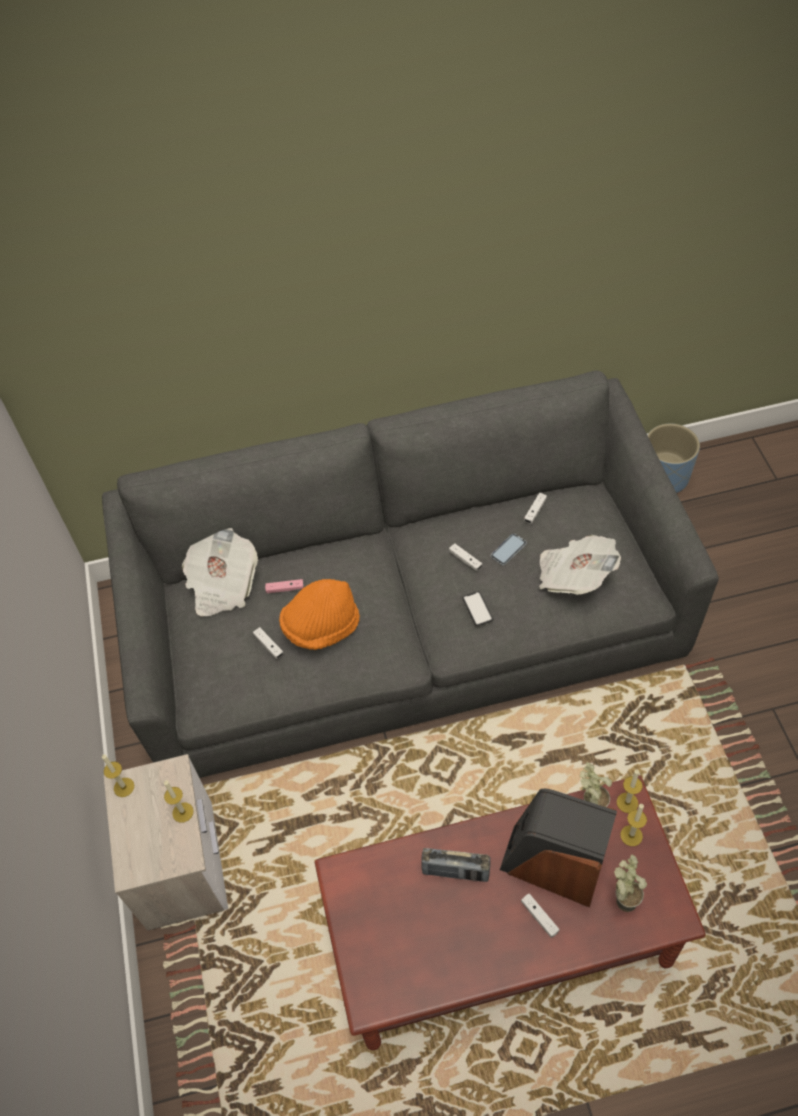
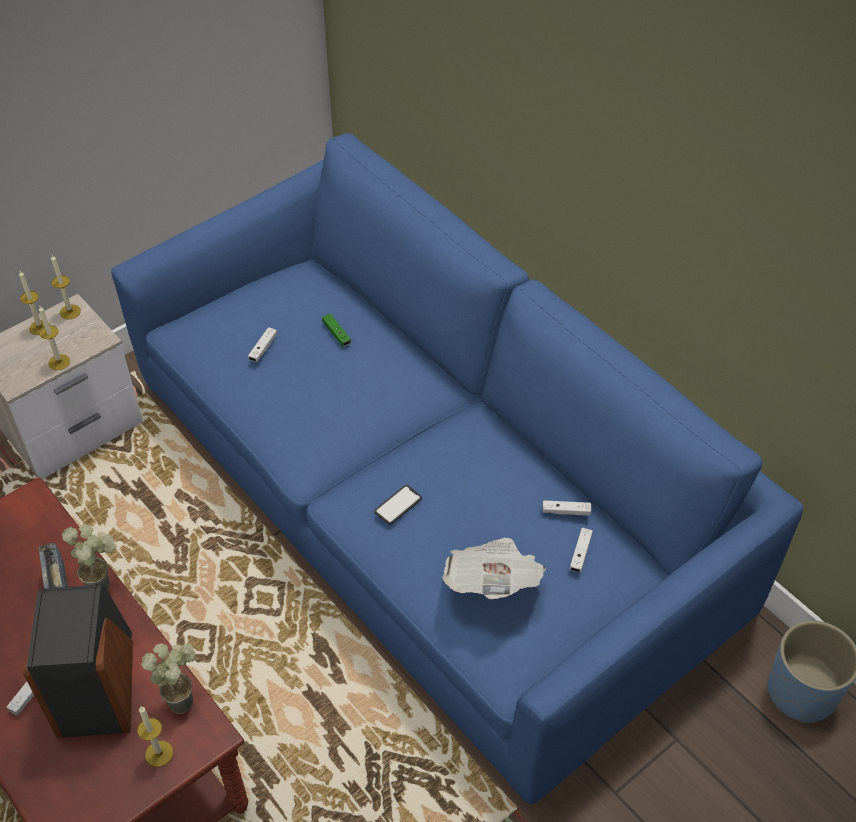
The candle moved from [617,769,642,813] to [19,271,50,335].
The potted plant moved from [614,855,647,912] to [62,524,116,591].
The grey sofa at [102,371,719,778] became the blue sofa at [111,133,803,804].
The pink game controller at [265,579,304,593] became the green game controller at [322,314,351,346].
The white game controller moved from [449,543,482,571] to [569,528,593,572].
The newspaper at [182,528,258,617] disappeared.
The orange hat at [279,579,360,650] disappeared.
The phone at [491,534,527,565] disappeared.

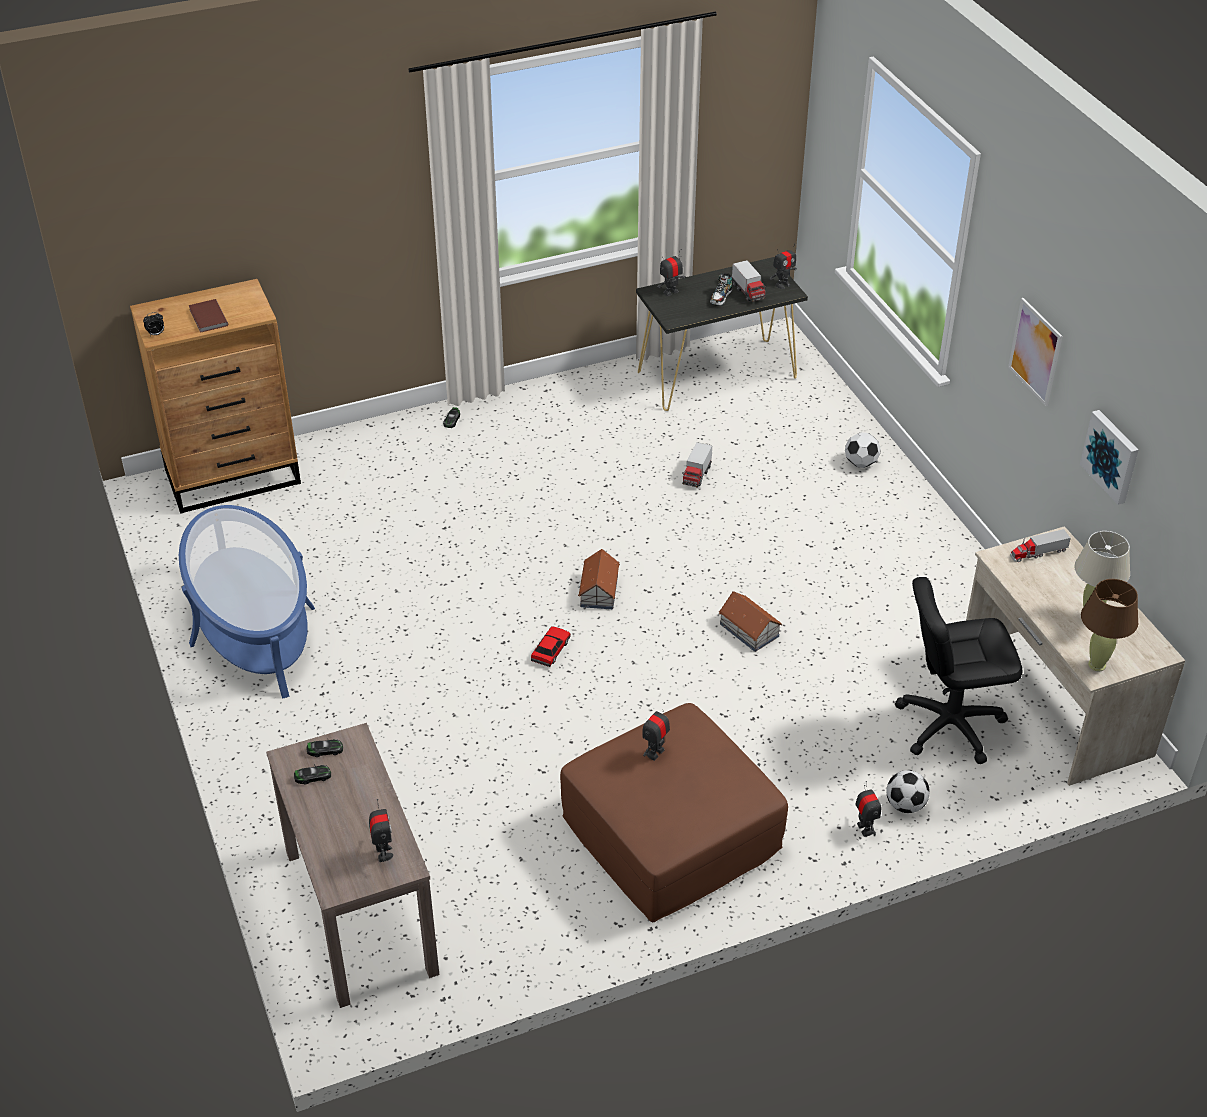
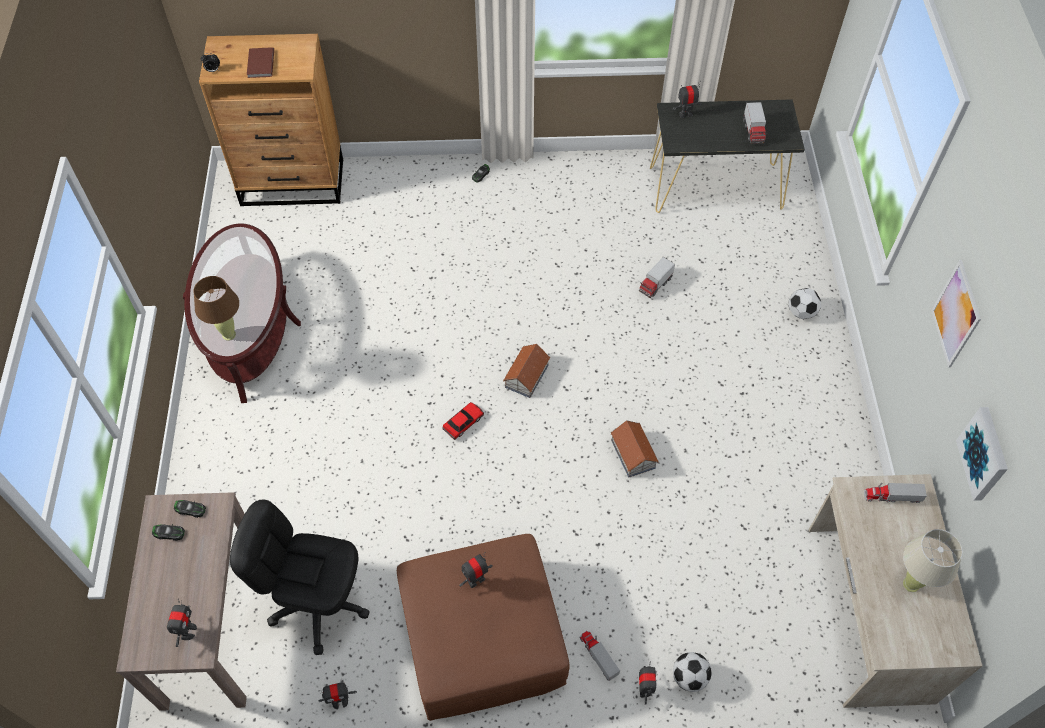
The blue coffee table at [179,505,315,699] became the brown coffee table at [183,224,301,403].
The brown table lamp moved from [1081,579,1138,671] to [194,276,239,341].
The black office chair moved from [895,577,1022,764] to [230,500,370,655].
The toy robot moved from [769,249,797,289] to [318,682,357,709].
The toy truck at [580,631,620,681] appeared.
The shoe at [710,273,732,306] disappeared.

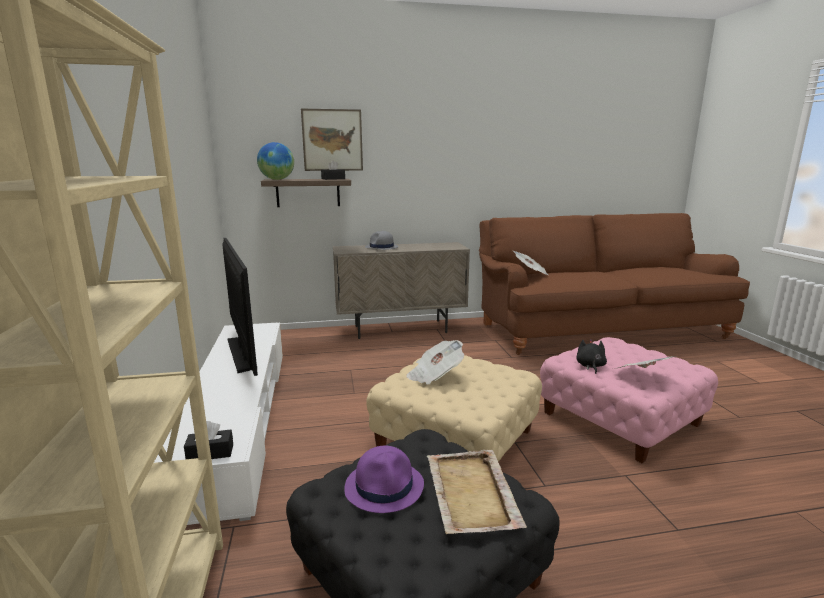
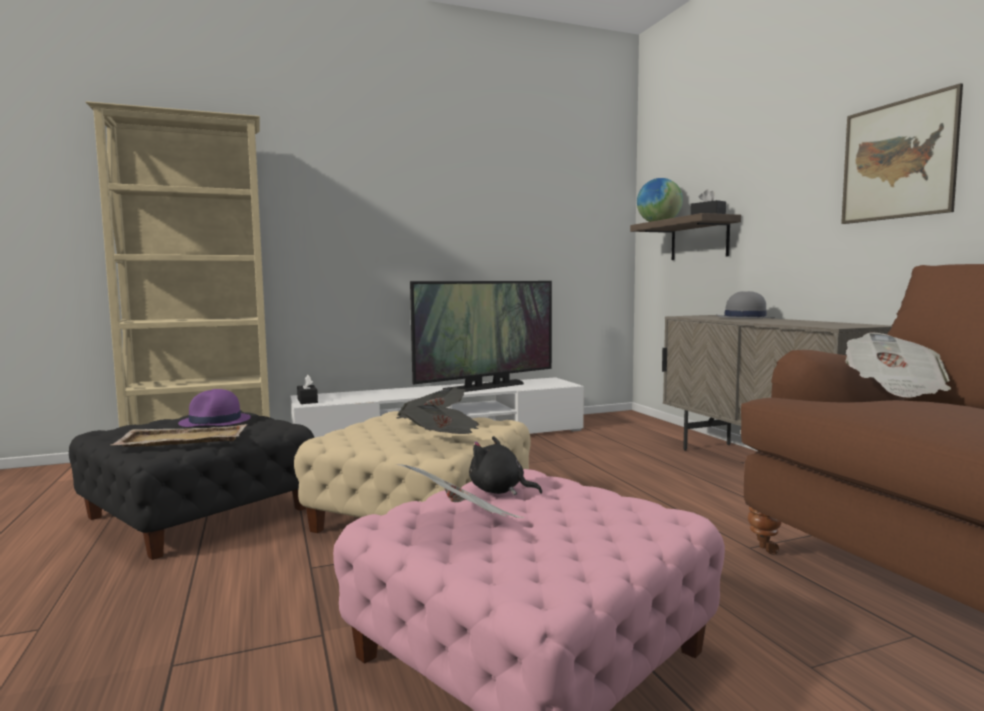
The newspaper at [399,405,479,434] appeared.
The black plush toy at [576,340,607,374] turned 150 degrees counterclockwise.
The picture moved from [301,109,363,171] to [841,83,963,224].

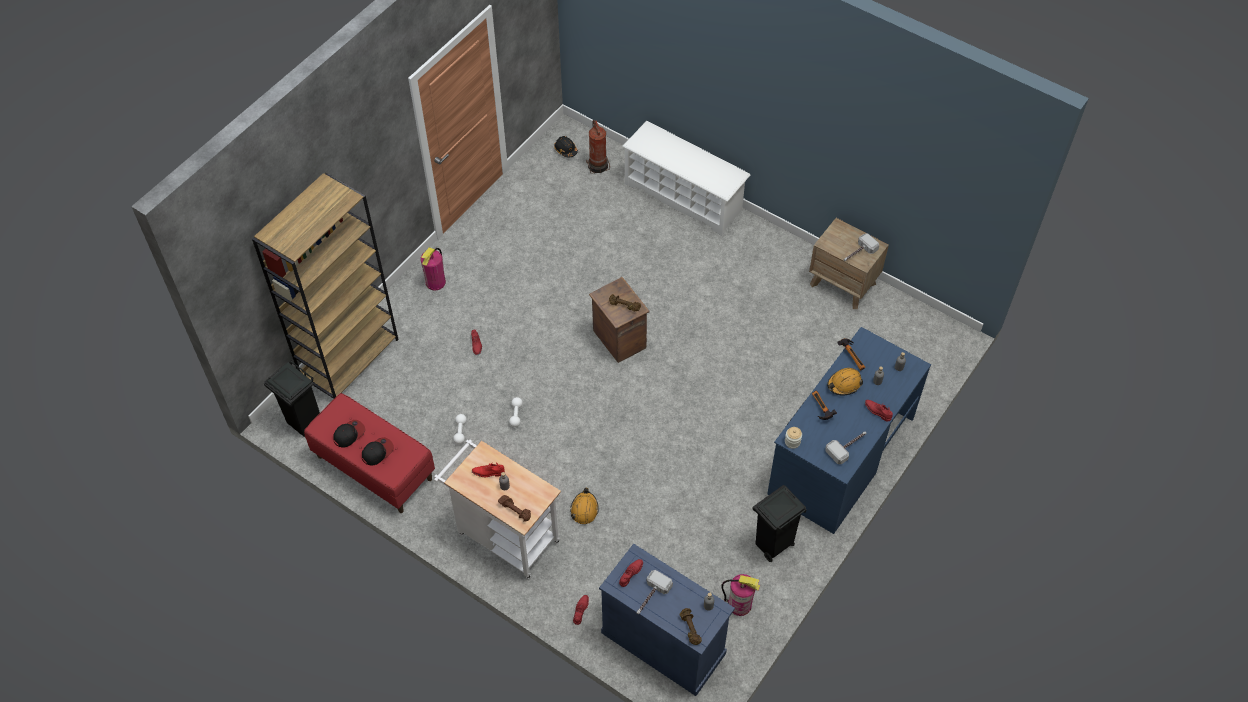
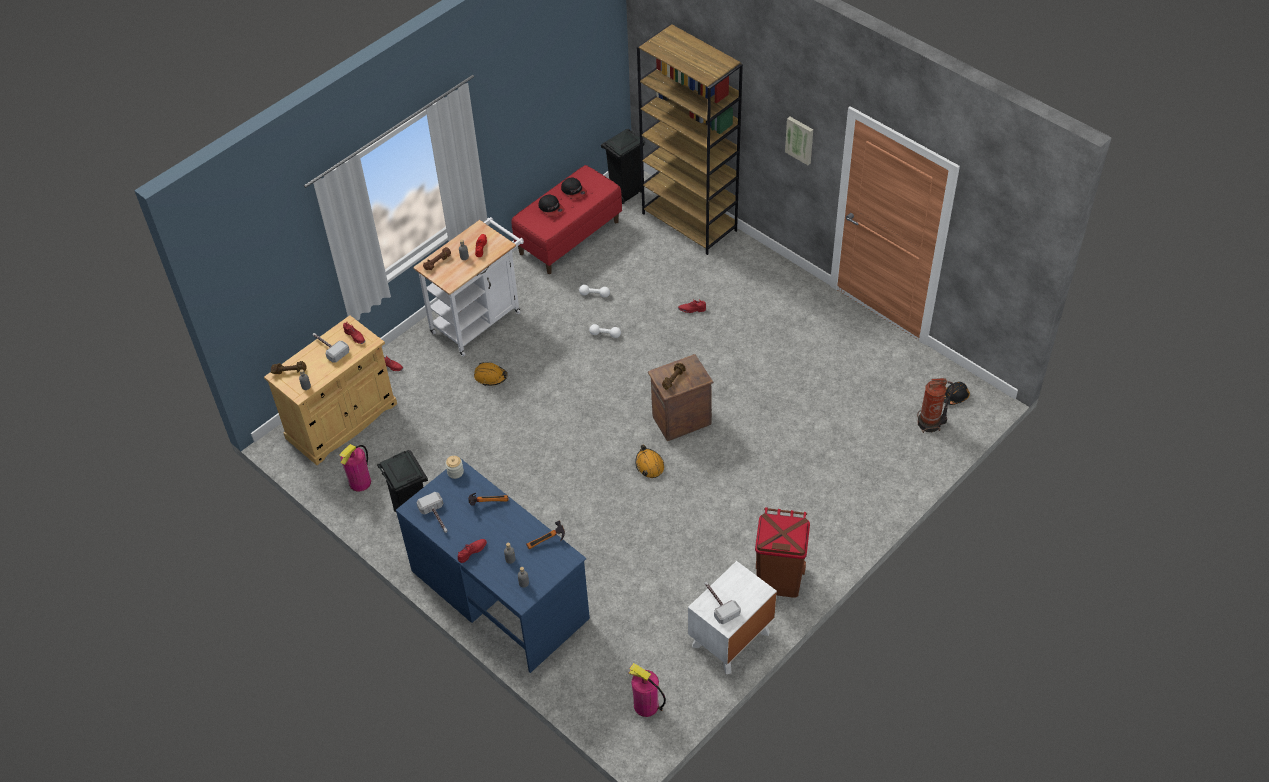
The blue cabinet at [599,544,735,696] became the beige cabinet at [264,315,397,465].
The fire extinguisher moved from [420,247,446,290] to [629,663,666,717].
The orange hard hat moved from [827,368,863,396] to [635,445,664,478].
The brown nightstand at [809,218,889,309] became the white nightstand at [688,561,777,674].
The brown trash can at [755,507,810,598] appeared.
The picture at [785,117,813,165] appeared.
The white shoe rack at [623,121,750,236] disappeared.

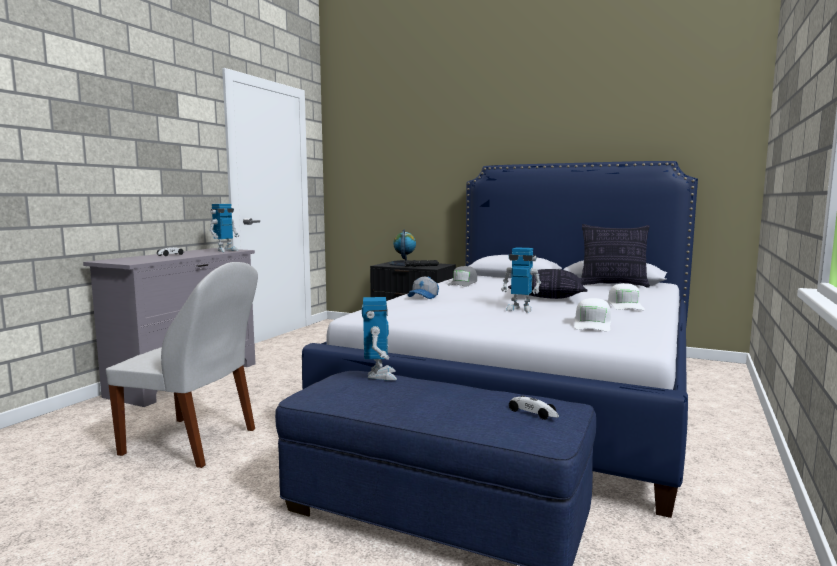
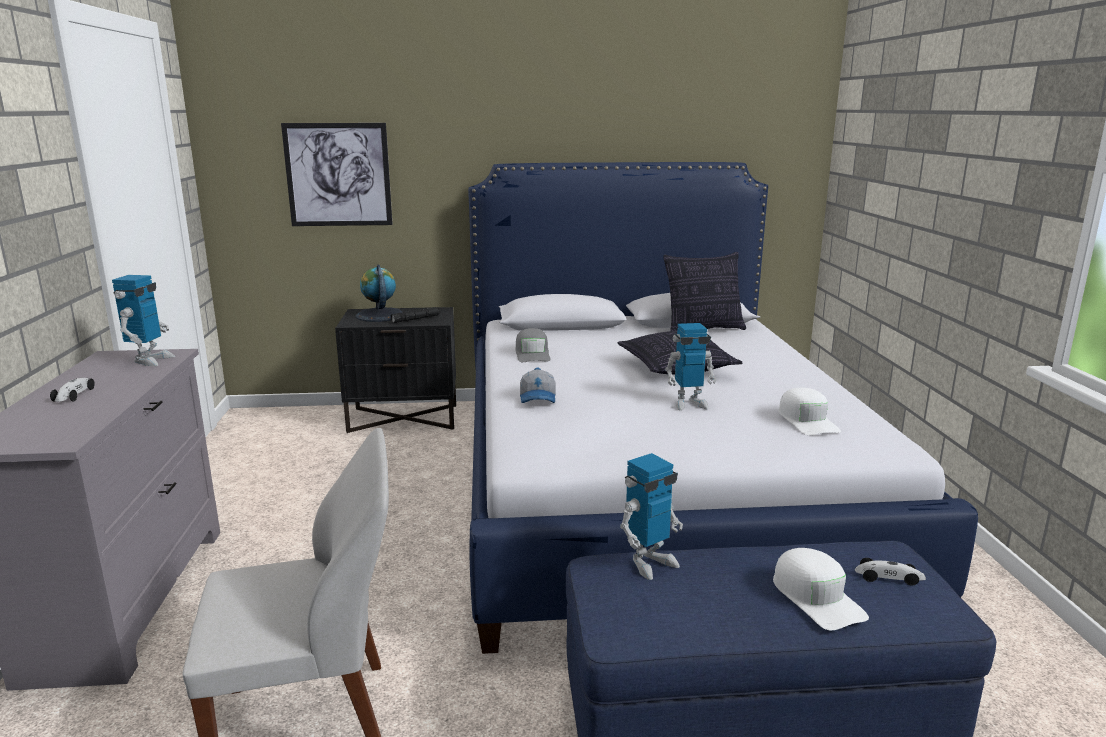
The picture at [281,123,393,226] appeared.
The toy robot at [362,297,397,380] turned 90 degrees clockwise.
The white cap moved from [608,283,645,310] to [773,548,869,630].

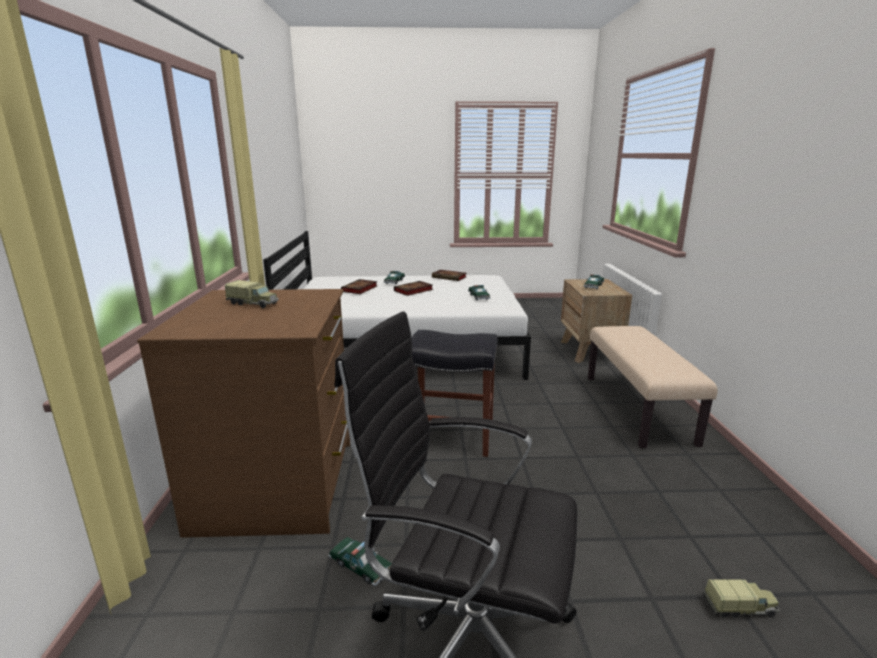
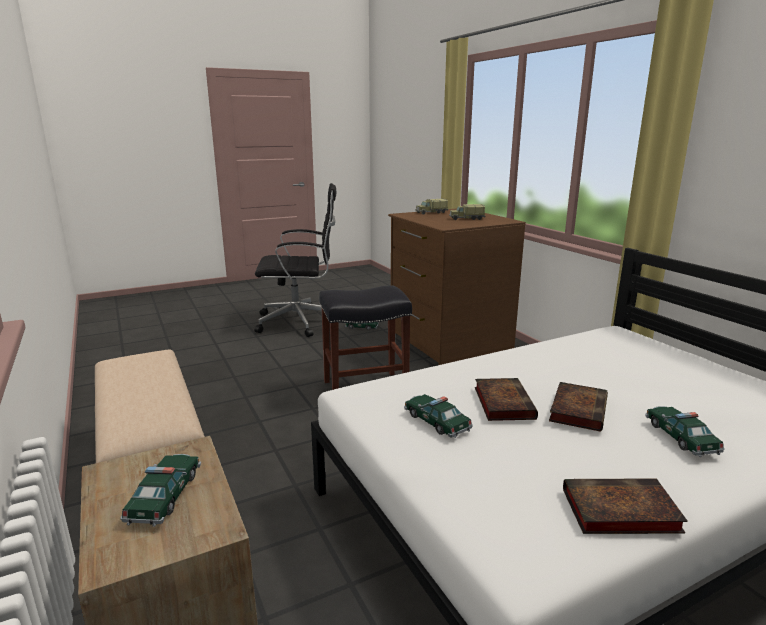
The toy truck moved from [703,579,780,618] to [415,199,448,215].
The book moved from [341,279,377,294] to [475,378,538,421].

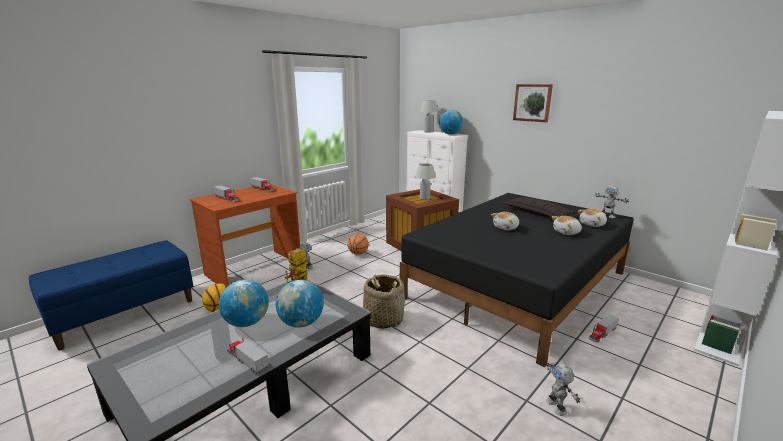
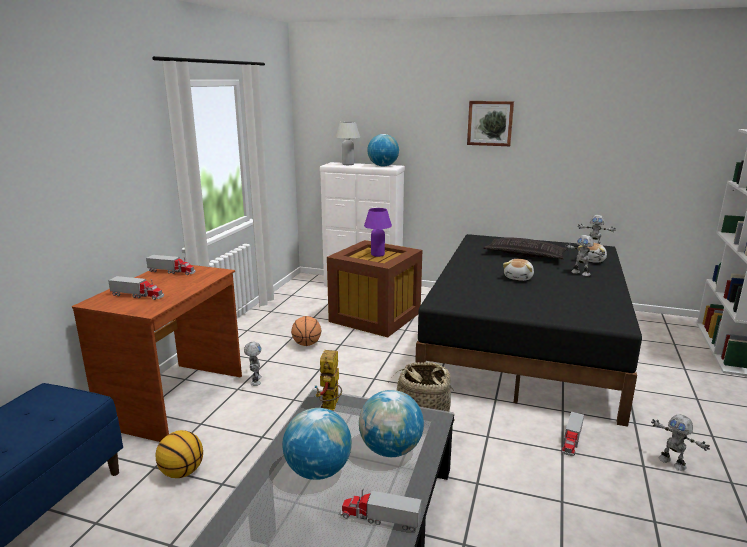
The white table lamp at [415,163,436,200] became the purple table lamp at [364,208,392,257].
The toy truck moved from [589,314,619,343] to [562,411,584,456].
The plush toy at [551,216,582,235] was replaced by the toy robot at [565,235,605,276].

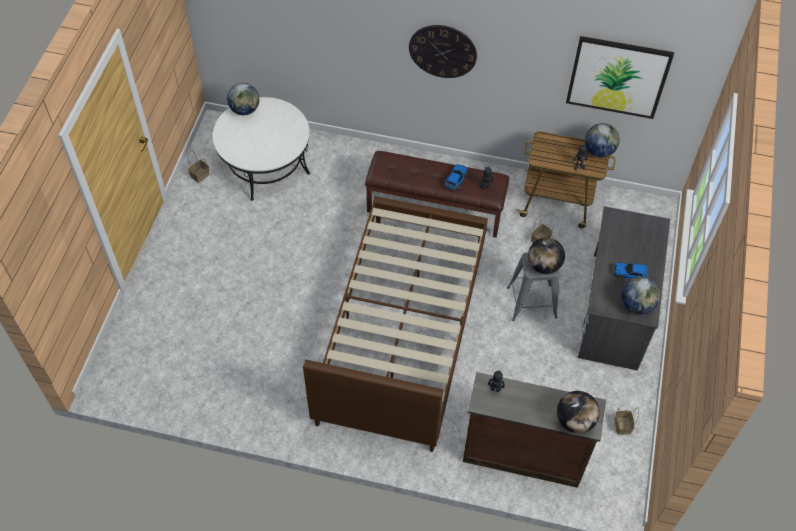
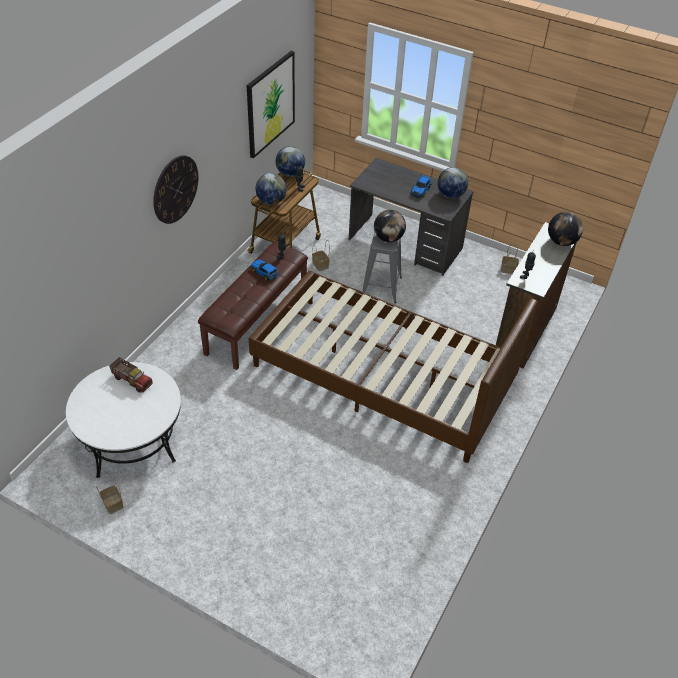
The toy truck at [109,357,153,393] appeared.
The globe moved from [227,83,259,115] to [255,173,287,205].

